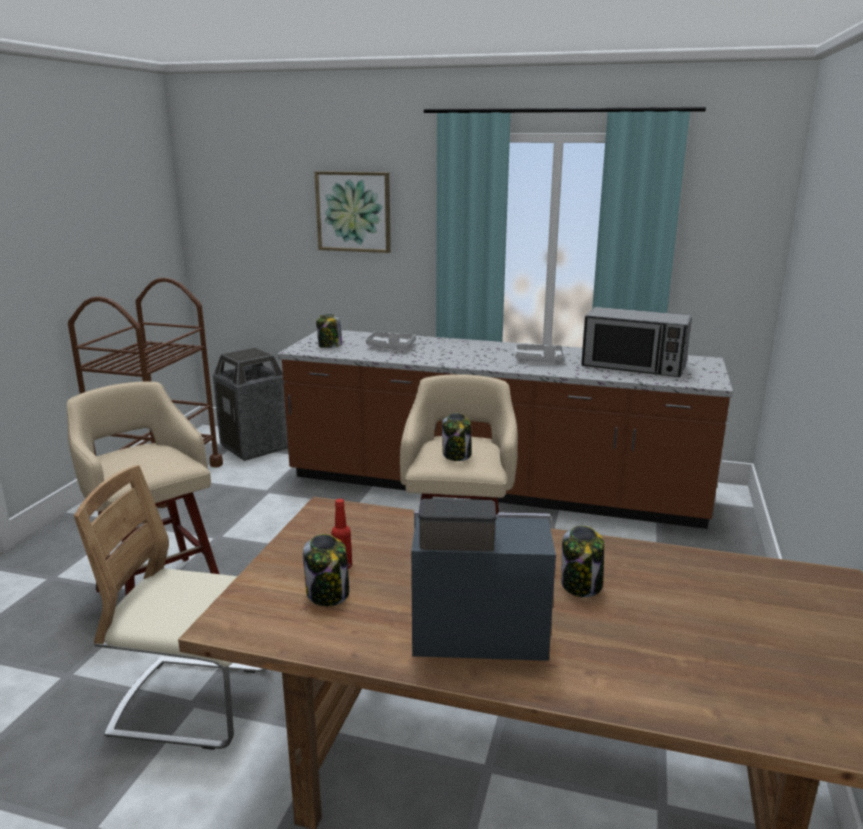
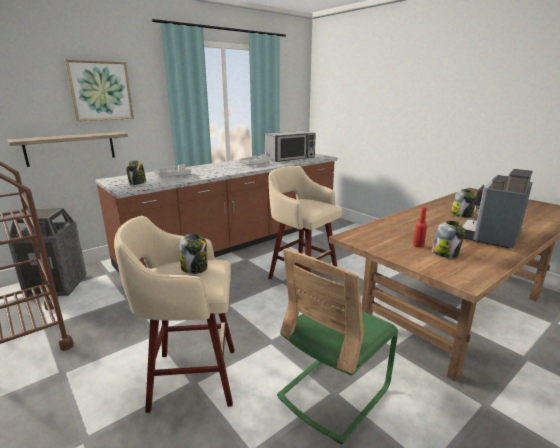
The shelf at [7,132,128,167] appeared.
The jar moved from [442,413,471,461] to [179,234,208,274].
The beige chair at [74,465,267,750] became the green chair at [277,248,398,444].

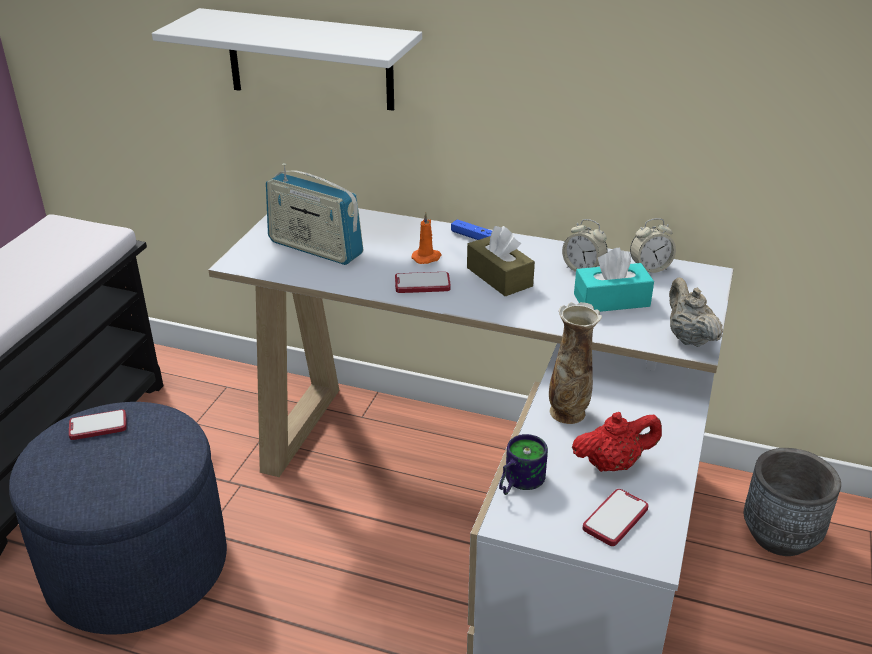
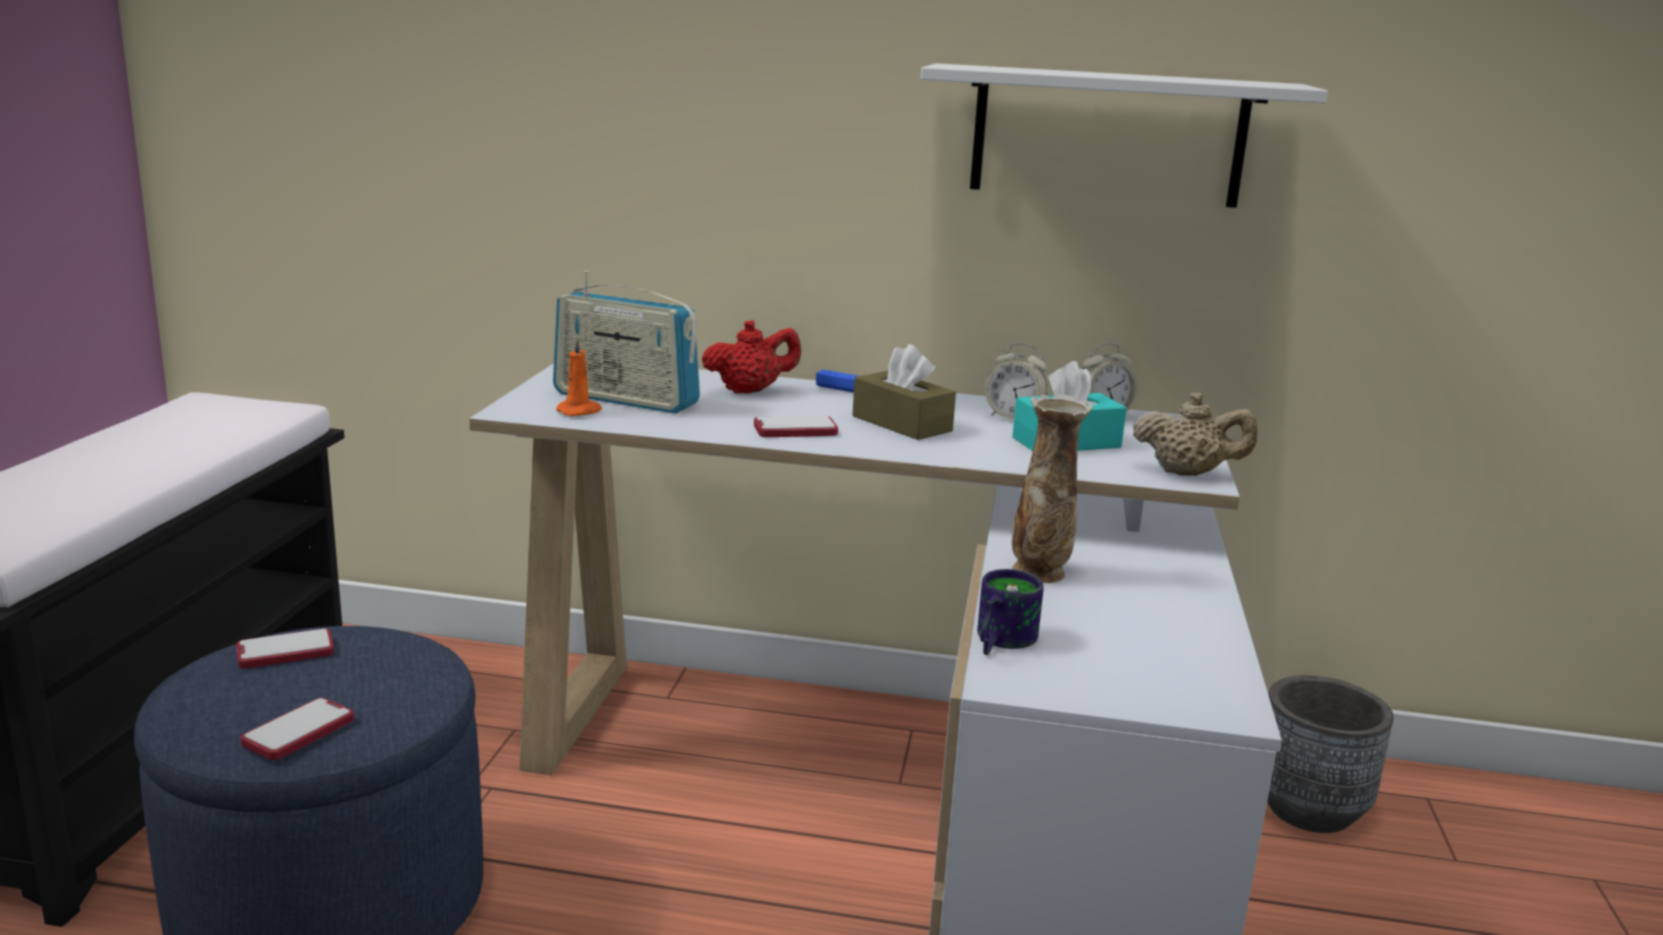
The phone moved from [583,489,648,546] to [241,698,354,760].
The orange candle moved from [411,212,441,264] to [556,336,602,416].
The red teapot moved from [572,412,662,472] to [702,320,801,394].
The white shelf moved from [152,8,422,111] to [921,63,1328,208].
The beige teapot at [669,278,723,347] turned 135 degrees clockwise.

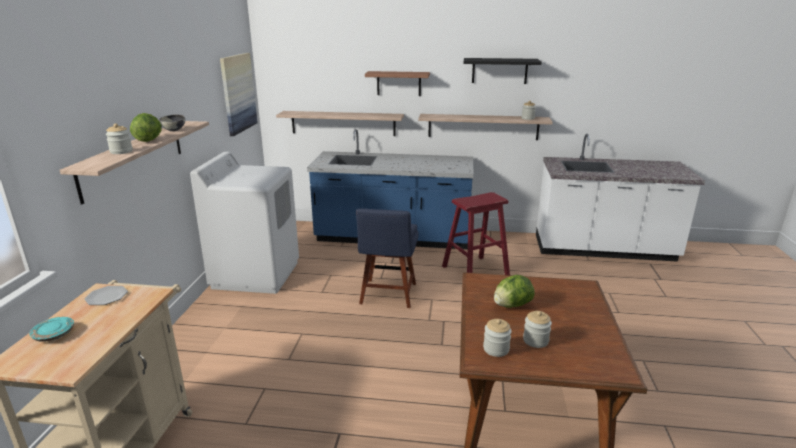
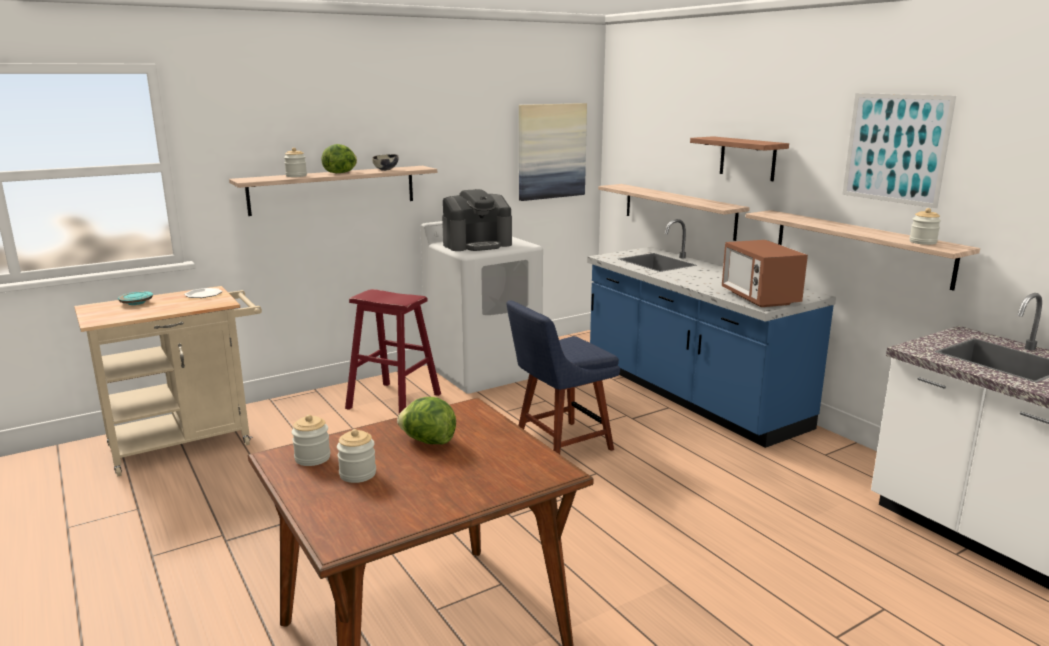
The red stool moved from [442,192,510,275] to [345,289,441,414].
The coffee machine at [442,189,512,251] appeared.
The microwave at [722,240,808,307] appeared.
The black shelf at [464,58,542,84] was replaced by the picture at [842,93,956,208].

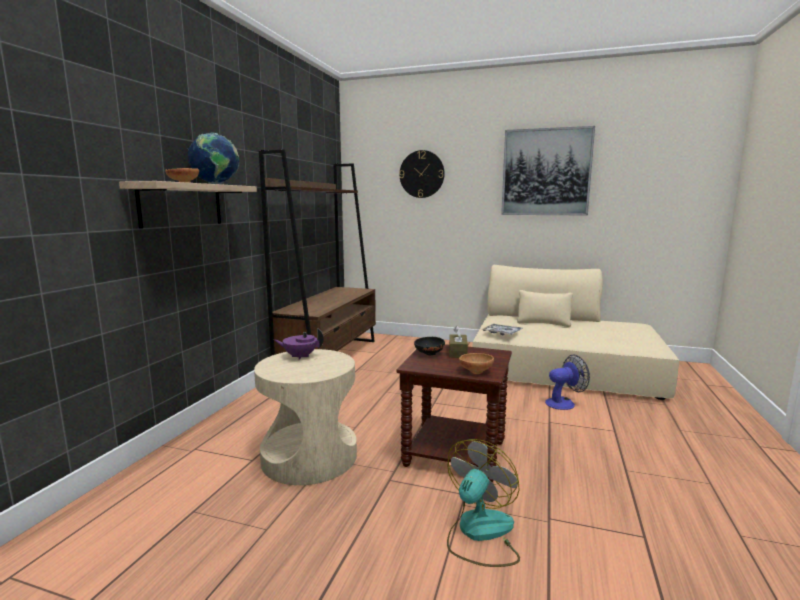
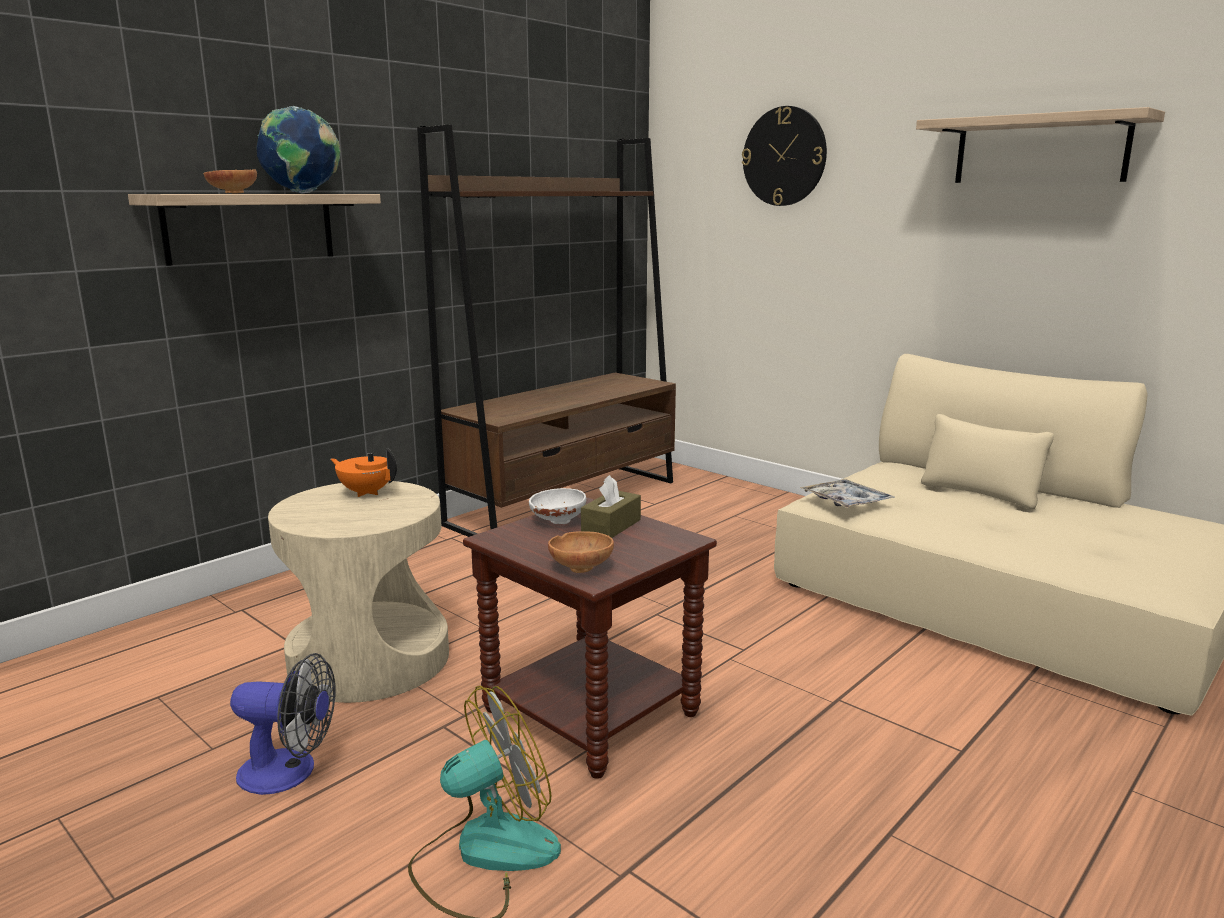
The fan moved from [545,354,590,410] to [230,653,336,795].
The purple teapot at [274,328,324,360] became the orange teapot at [331,448,397,497].
The black bowl at [414,337,445,356] became the white bowl at [529,488,586,524].
The picture at [501,126,595,216] was replaced by the shelf at [916,107,1165,183].

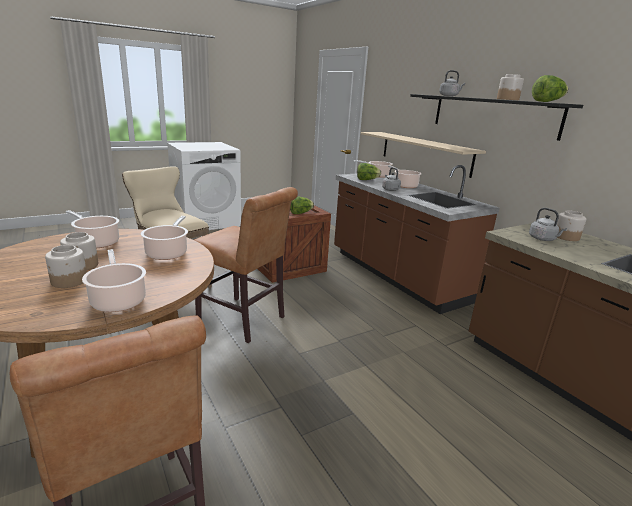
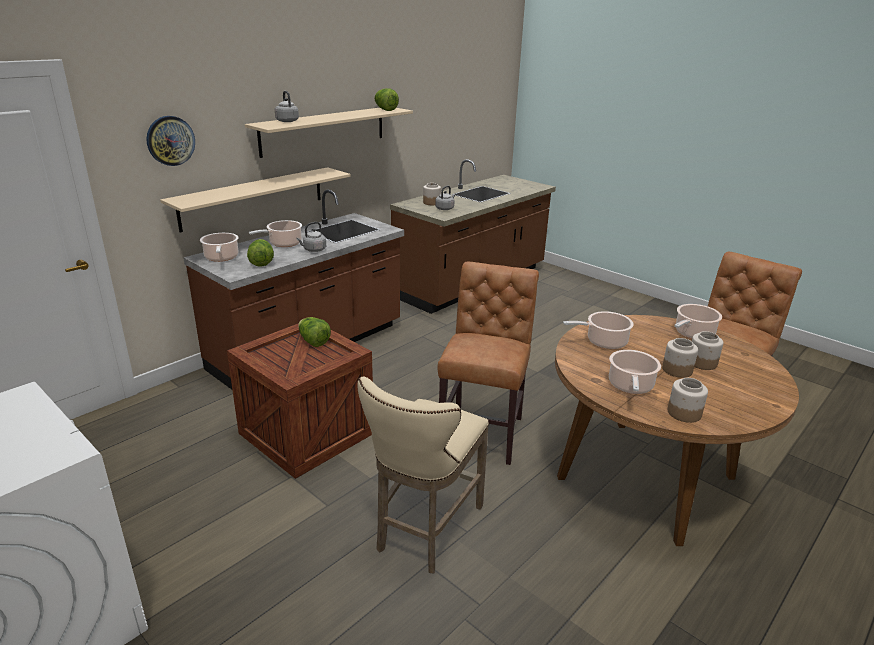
The wall clock at [146,116,195,166] appeared.
The black shelf at [410,94,583,141] became the beige shelf at [245,108,413,158].
The jar moved from [497,74,524,100] to [668,378,708,423].

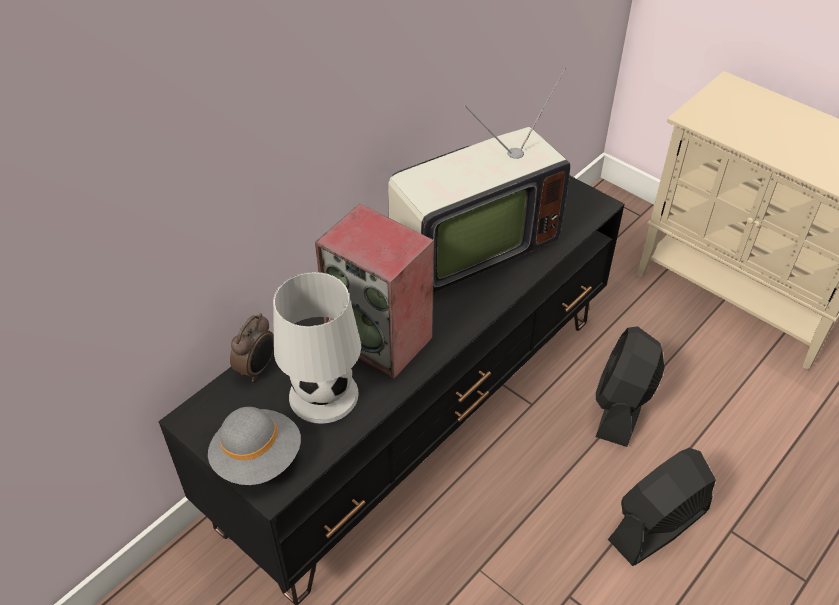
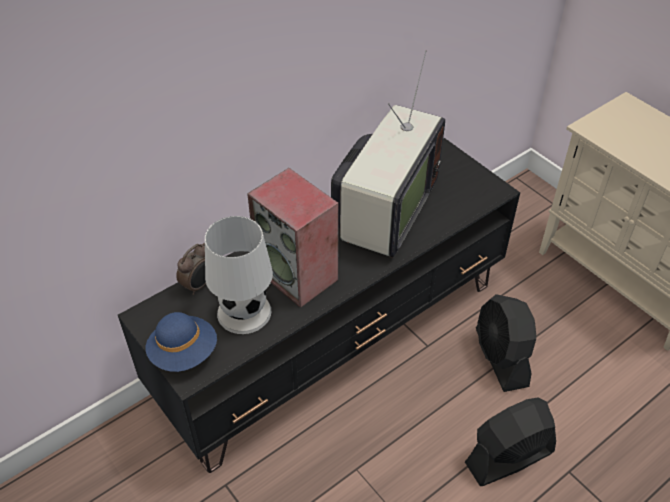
The grey hat at [208,407,301,485] became the blue hat at [146,312,217,372].
The television at [388,67,570,296] turned 45 degrees counterclockwise.
The black fan at [596,326,664,447] turned 45 degrees counterclockwise.

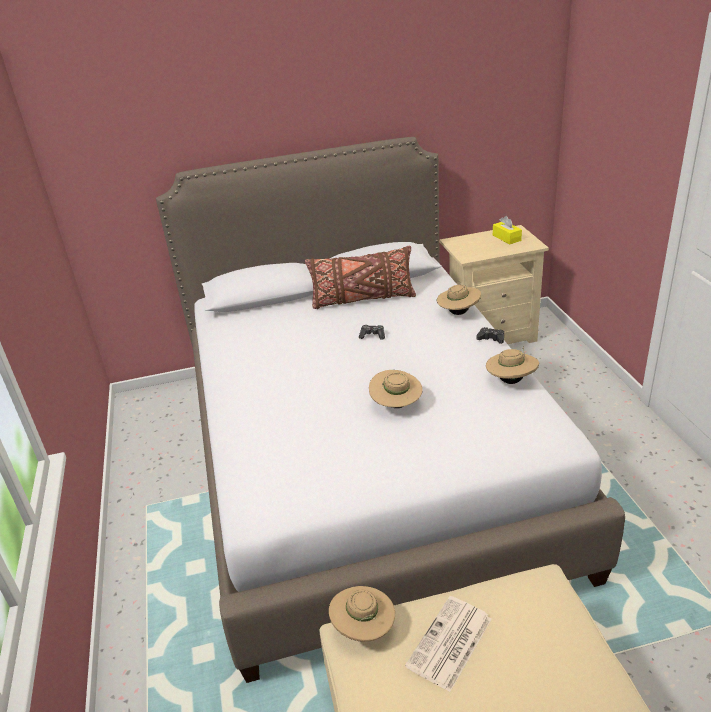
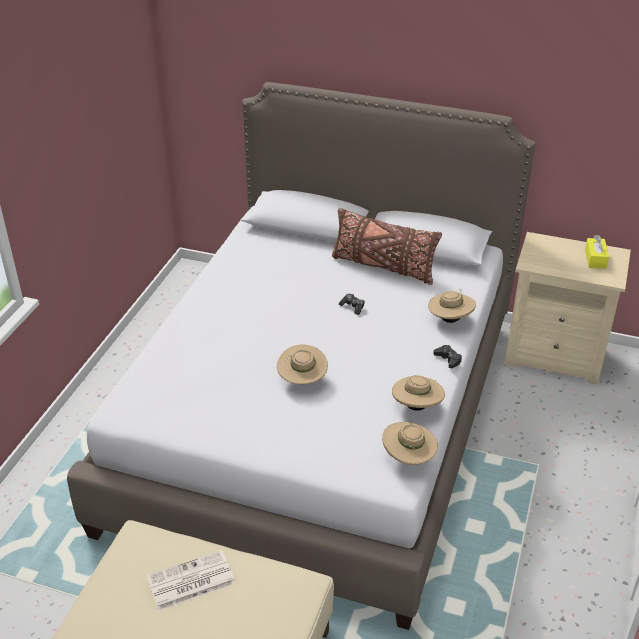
The beige hat moved from [329,586,395,642] to [382,422,438,465].

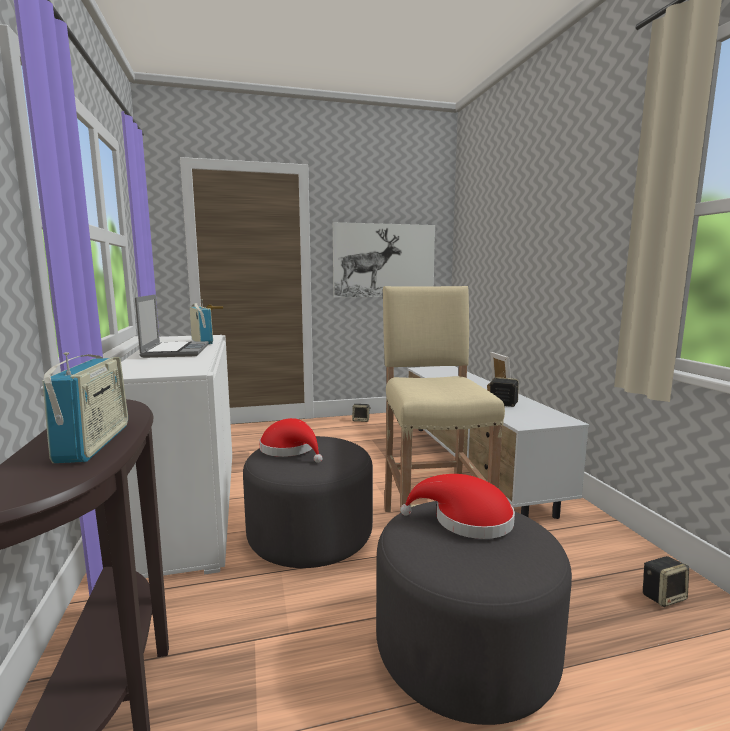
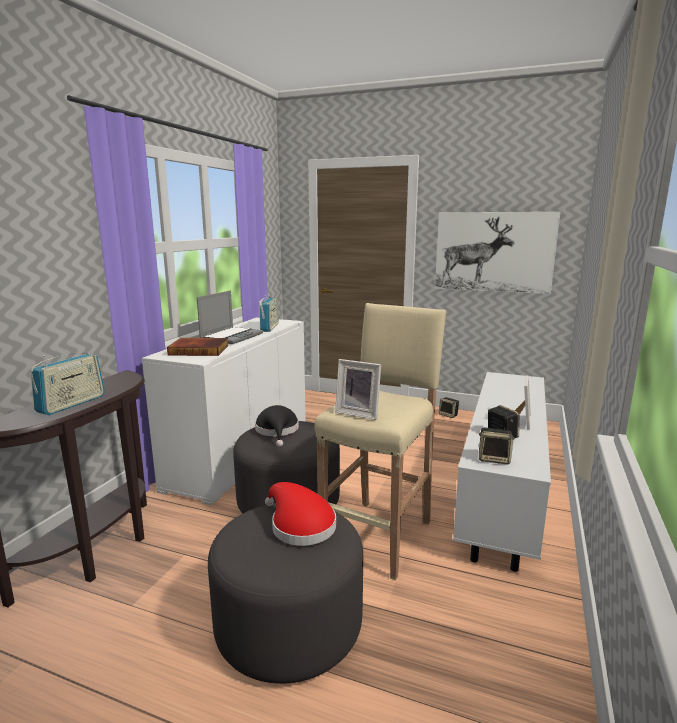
The book at [167,338,229,356] appeared.
The red hat at [259,418,322,463] became the black hat at [255,405,299,447].
The picture frame at [335,359,381,420] appeared.
The speaker moved from [643,556,689,607] to [479,428,515,464].

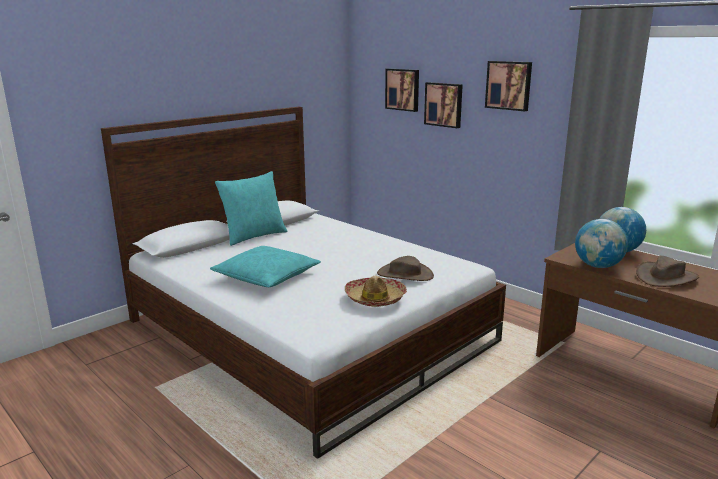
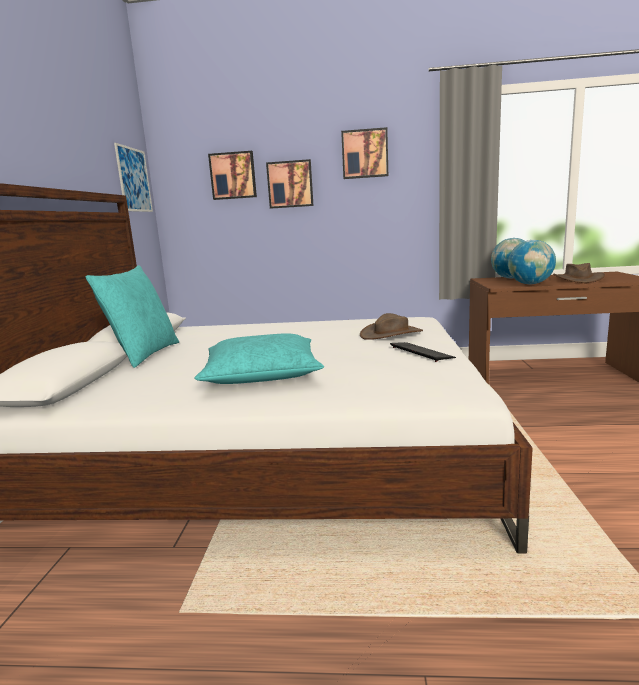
The picture at [114,143,153,212] appeared.
The hat at [345,276,407,307] was replaced by the keyboard at [390,342,456,362].

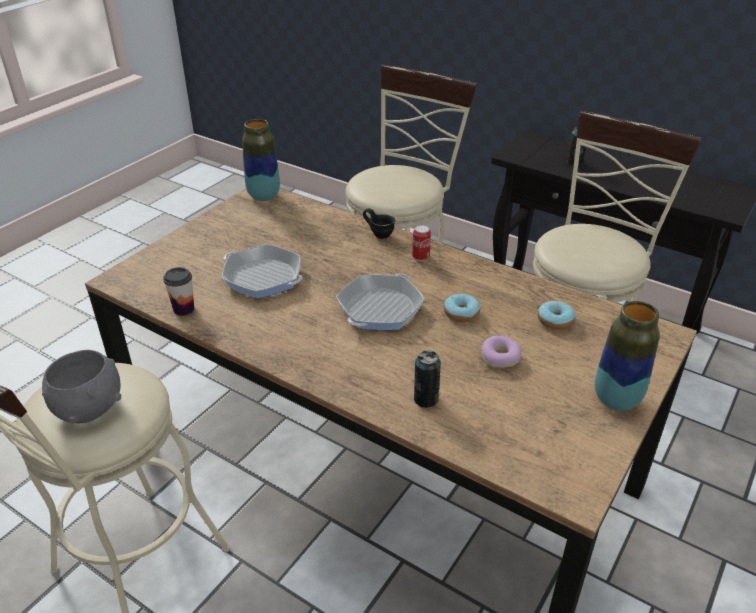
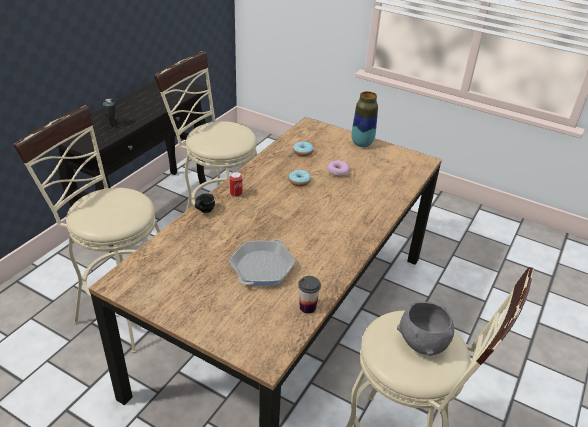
The vase at [242,119,280,201] disappeared.
The frying pan at [336,274,425,330] disappeared.
The can at [414,351,441,408] disappeared.

